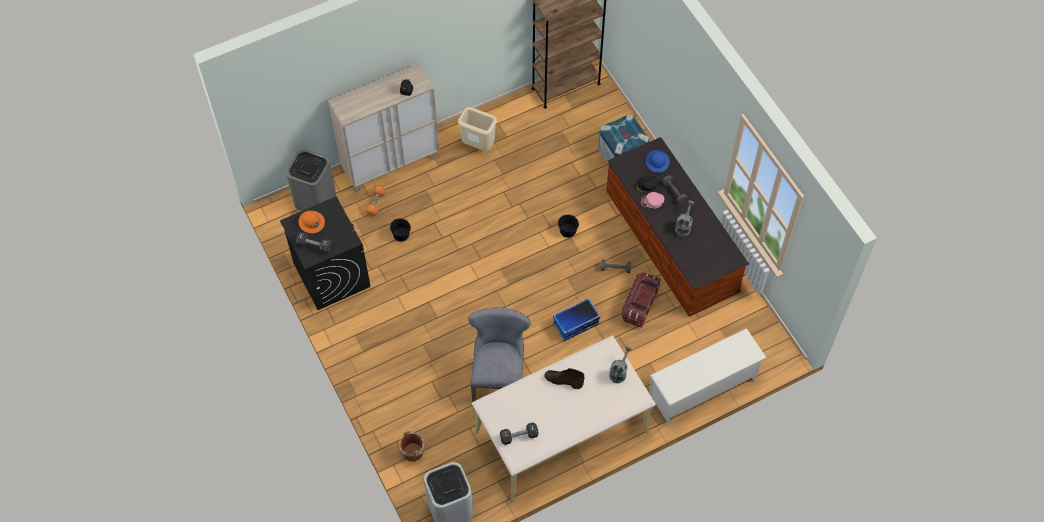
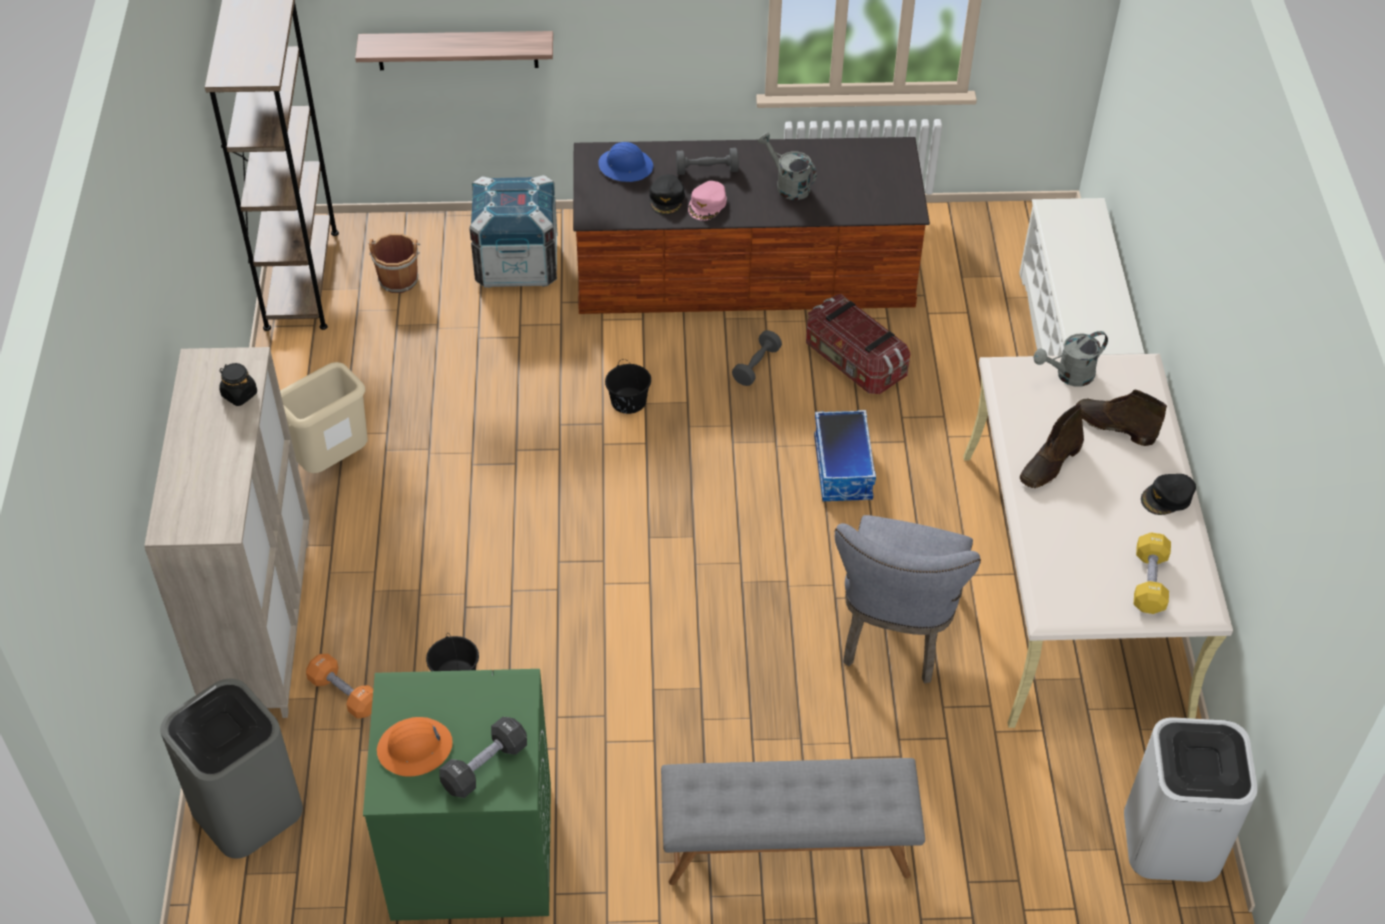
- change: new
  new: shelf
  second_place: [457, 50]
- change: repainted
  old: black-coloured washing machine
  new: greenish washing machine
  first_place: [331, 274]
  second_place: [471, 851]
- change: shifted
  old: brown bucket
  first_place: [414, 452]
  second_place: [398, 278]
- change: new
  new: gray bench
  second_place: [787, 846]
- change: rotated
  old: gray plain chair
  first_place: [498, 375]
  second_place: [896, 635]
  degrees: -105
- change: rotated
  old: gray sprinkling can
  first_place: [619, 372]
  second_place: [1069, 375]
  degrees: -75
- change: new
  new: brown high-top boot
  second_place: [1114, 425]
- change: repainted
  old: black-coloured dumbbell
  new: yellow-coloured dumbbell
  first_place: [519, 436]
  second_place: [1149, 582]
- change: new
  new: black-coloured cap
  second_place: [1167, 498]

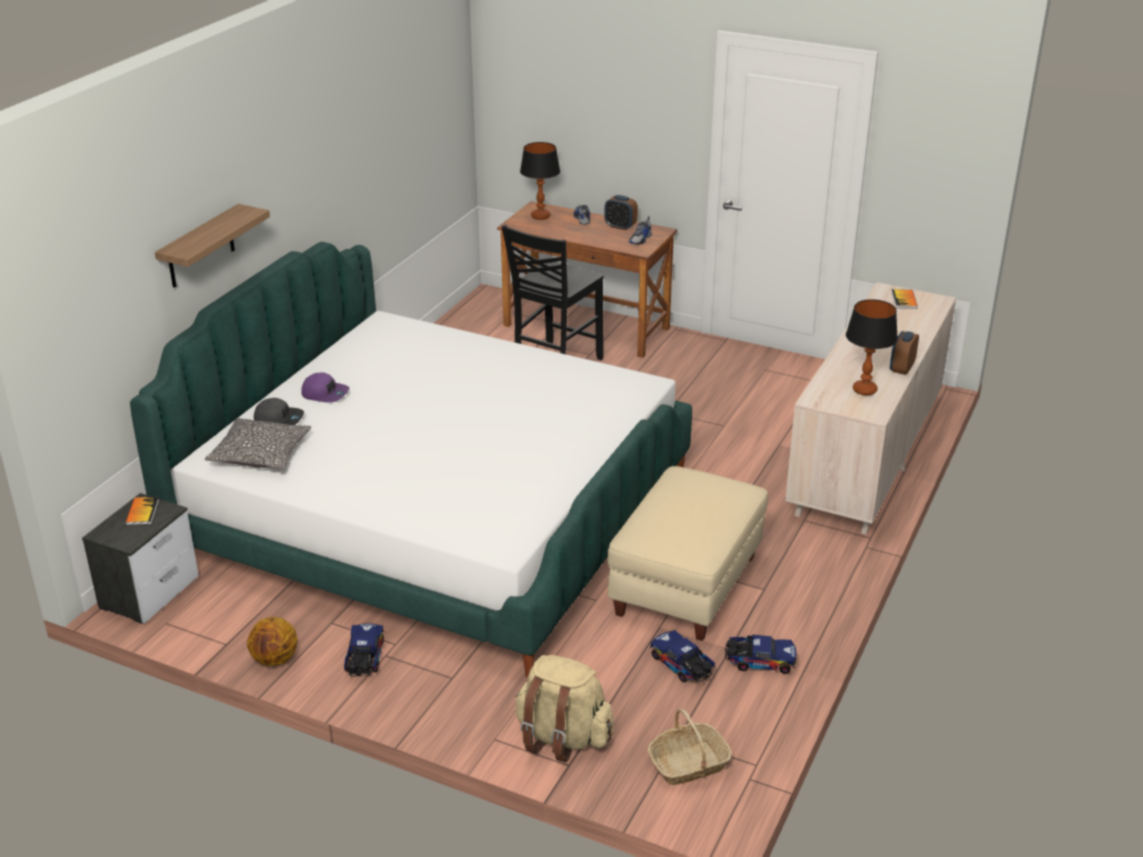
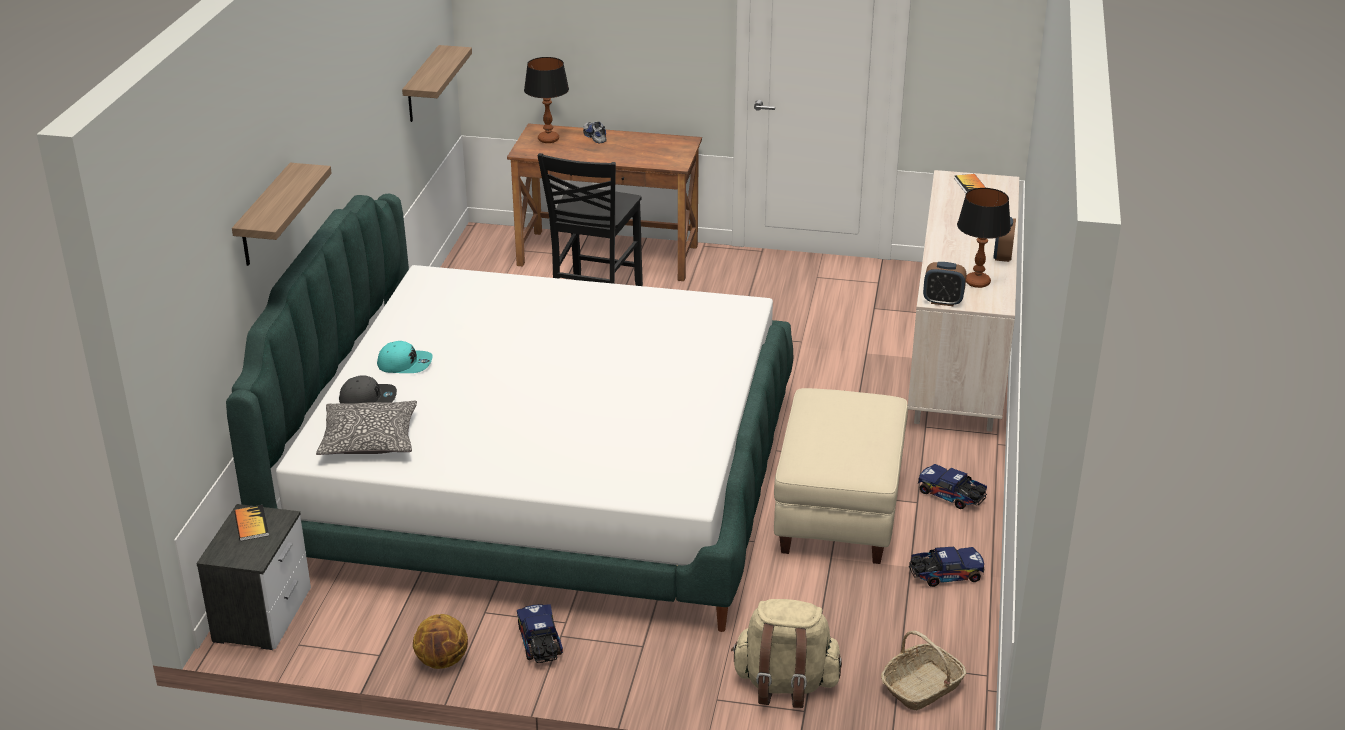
- change: repainted
  old: purplish cap
  new: turquoise cap
  first_place: [325, 394]
  second_place: [405, 364]
- change: new
  new: shelf
  second_place: [422, 85]
- change: shifted
  old: toy truck
  first_place: [682, 666]
  second_place: [952, 496]
- change: shifted
  old: alarm clock
  first_place: [620, 226]
  second_place: [943, 301]
- change: gone
  old: shoe
  first_place: [640, 239]

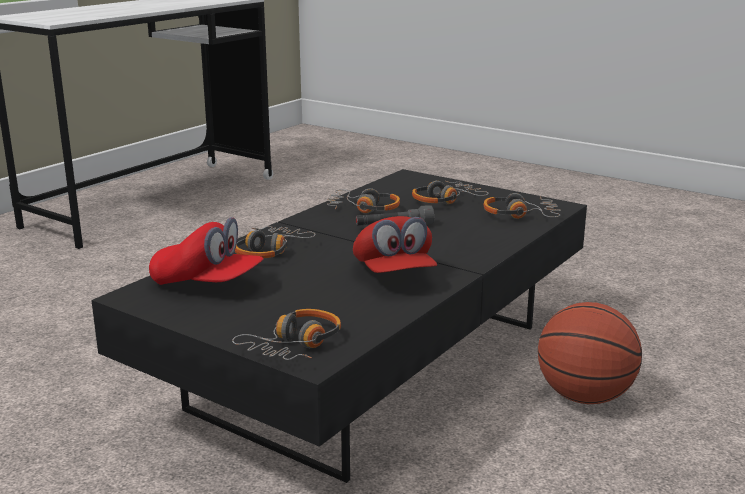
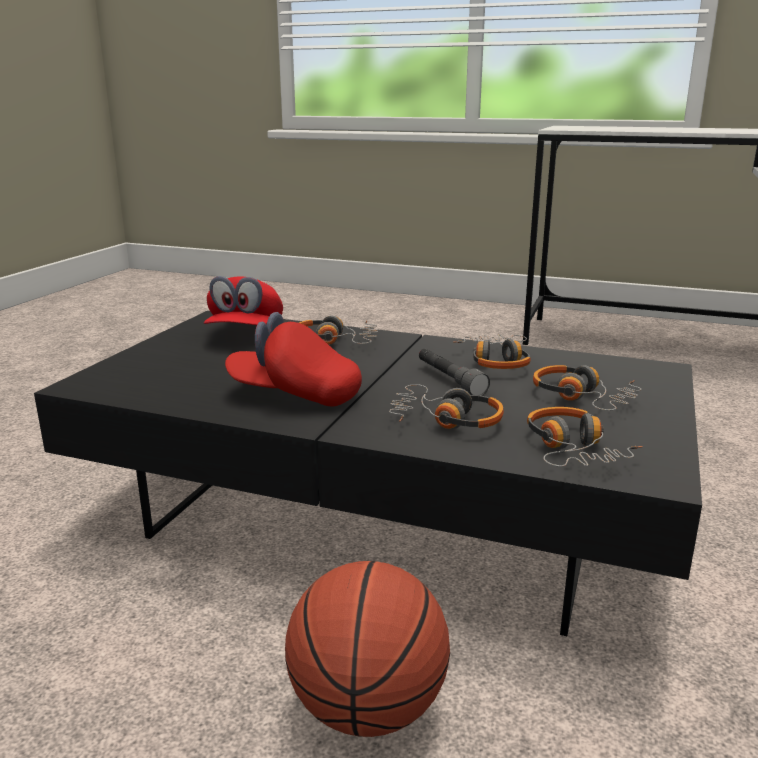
- change: rotated
  old: reddish cap
  first_place: [394, 274]
  second_place: [295, 394]
  degrees: 45
- change: shifted
  old: pair of headphones
  first_place: [295, 346]
  second_place: [445, 420]

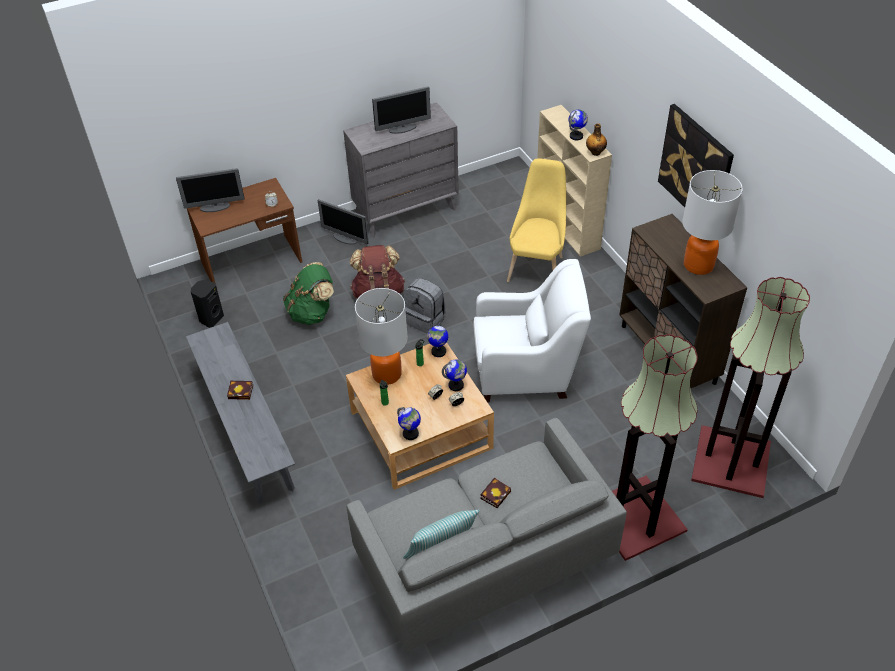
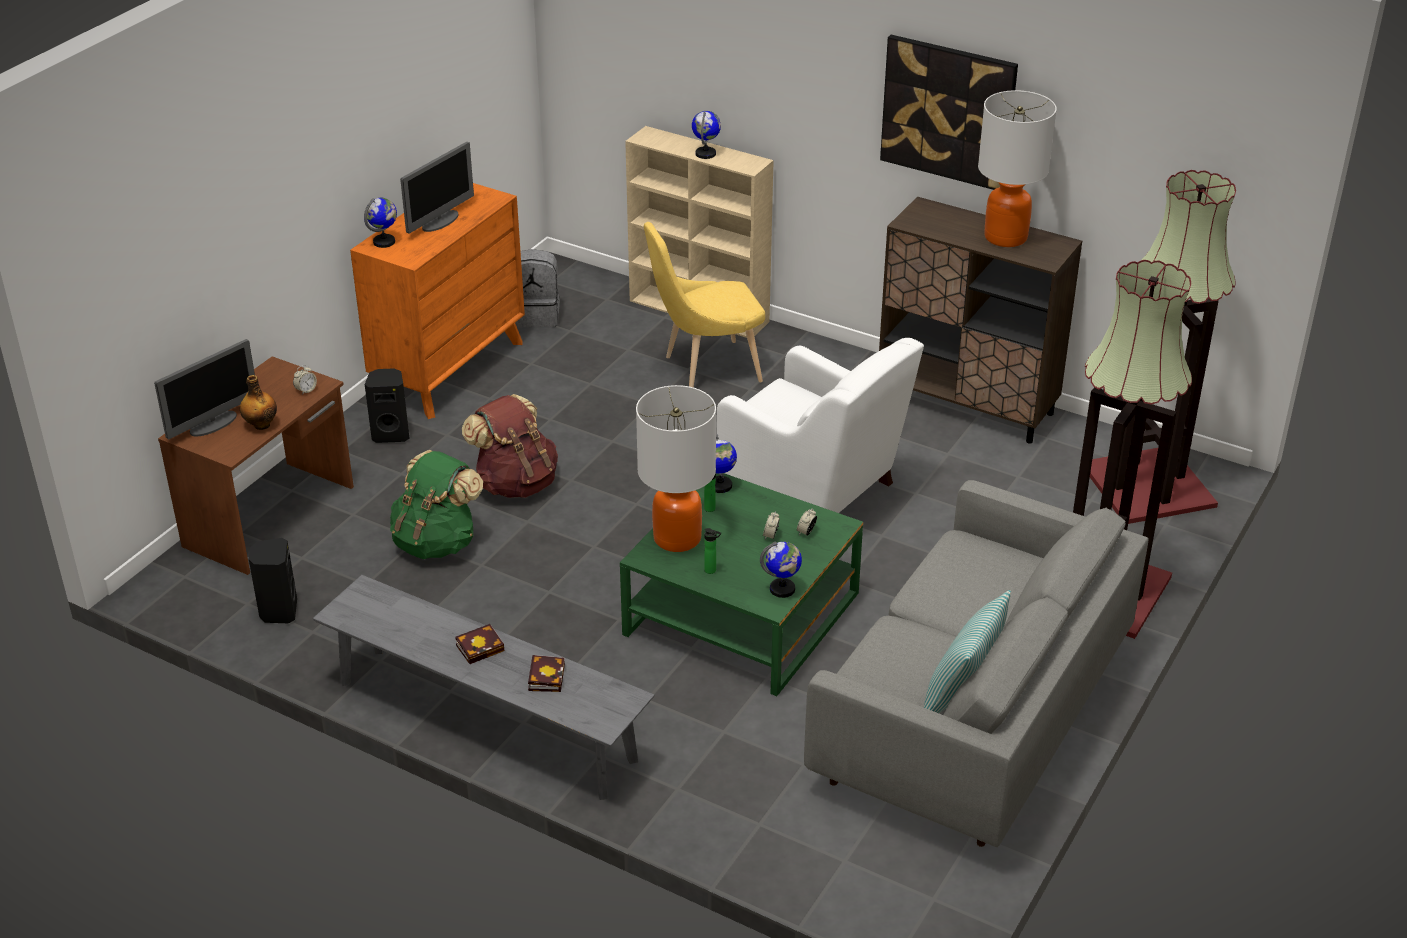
- change: shifted
  old: drink bottle
  first_place: [595, 152]
  second_place: [261, 424]
- change: repainted
  old: gray drawer chest
  new: orange drawer chest
  first_place: [406, 210]
  second_place: [449, 369]
- change: shifted
  old: desk globe
  first_place: [456, 385]
  second_place: [384, 242]
- change: swapped
  old: computer display
  new: black-coloured loudspeaker
  first_place: [345, 238]
  second_place: [391, 434]
- change: shifted
  old: gray rucksack
  first_place: [426, 320]
  second_place: [536, 315]
- change: shifted
  old: book
  first_place: [495, 493]
  second_place: [546, 676]
- change: repainted
  old: beige low table
  new: greenish low table
  first_place: [420, 429]
  second_place: [742, 614]
- change: rotated
  old: yellow-coloured plain chair
  first_place: [537, 266]
  second_place: [705, 370]
  degrees: -90
- change: rotated
  old: white-coloured armchair
  first_place: [526, 370]
  second_place: [812, 491]
  degrees: 75

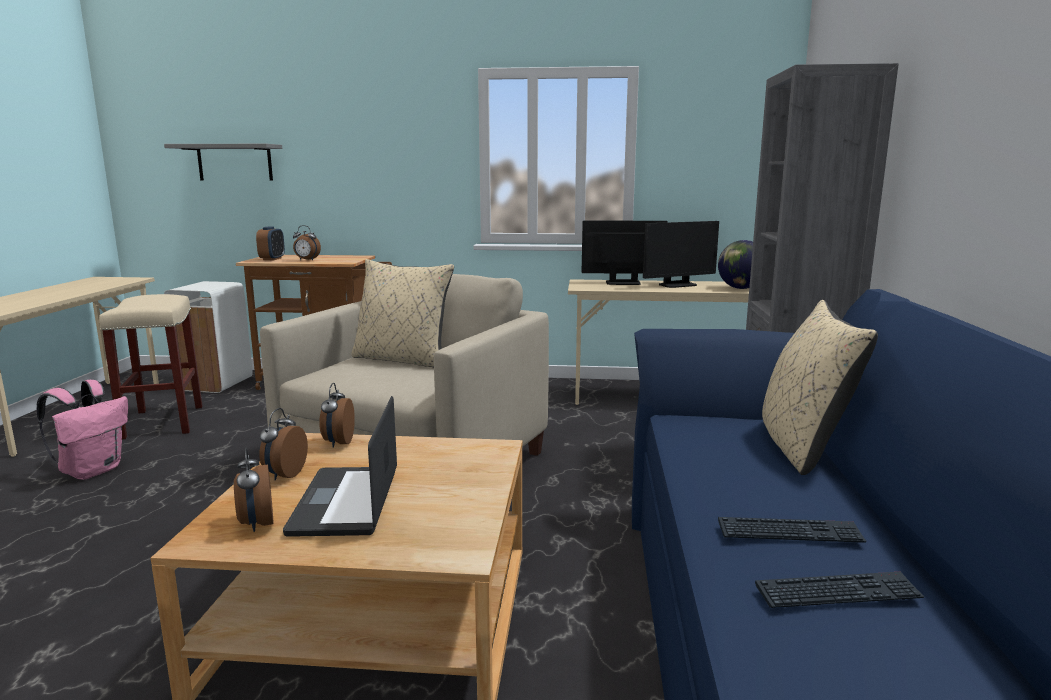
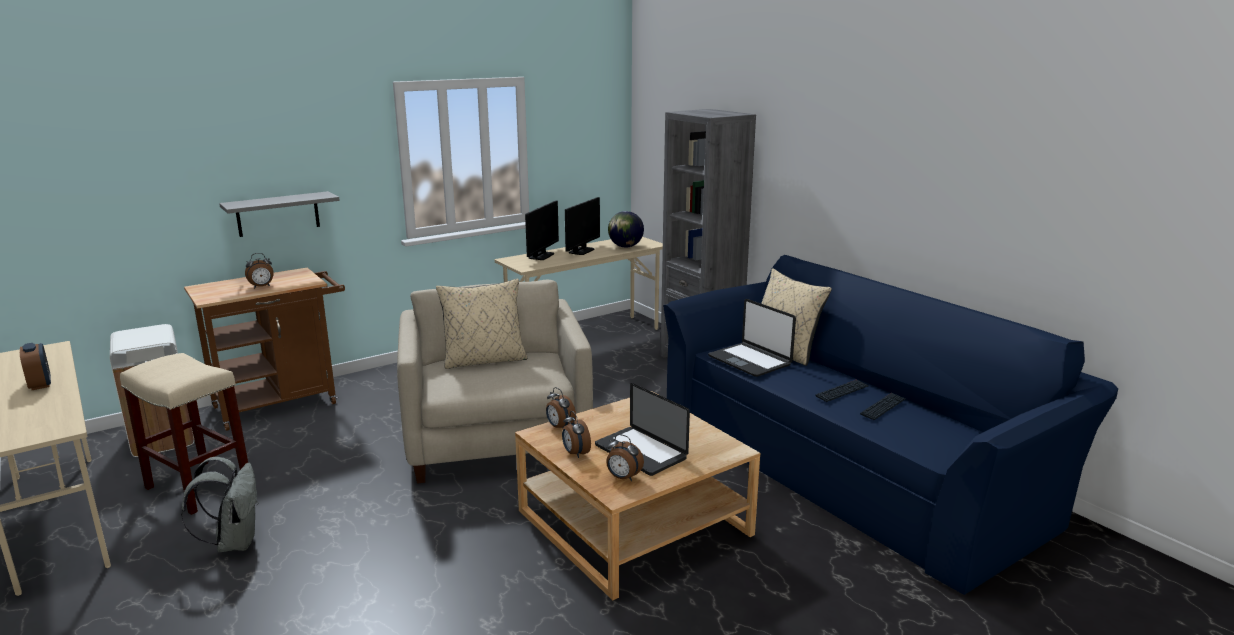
- change: shifted
  old: alarm clock
  first_place: [272, 259]
  second_place: [40, 384]
- change: repainted
  old: pink rucksack
  new: gray rucksack
  first_place: [92, 471]
  second_place: [234, 542]
- change: shifted
  old: gray shelf
  first_place: [235, 162]
  second_place: [278, 214]
- change: rotated
  old: computer display
  first_place: [623, 283]
  second_place: [541, 256]
  degrees: 150
- change: new
  new: laptop
  second_place: [750, 360]

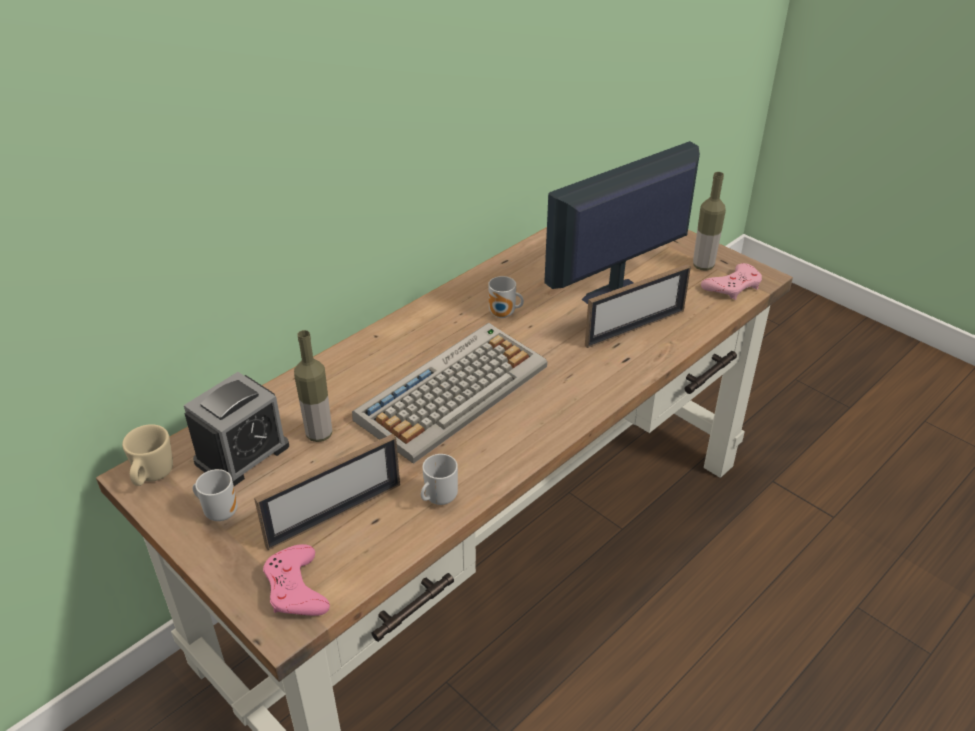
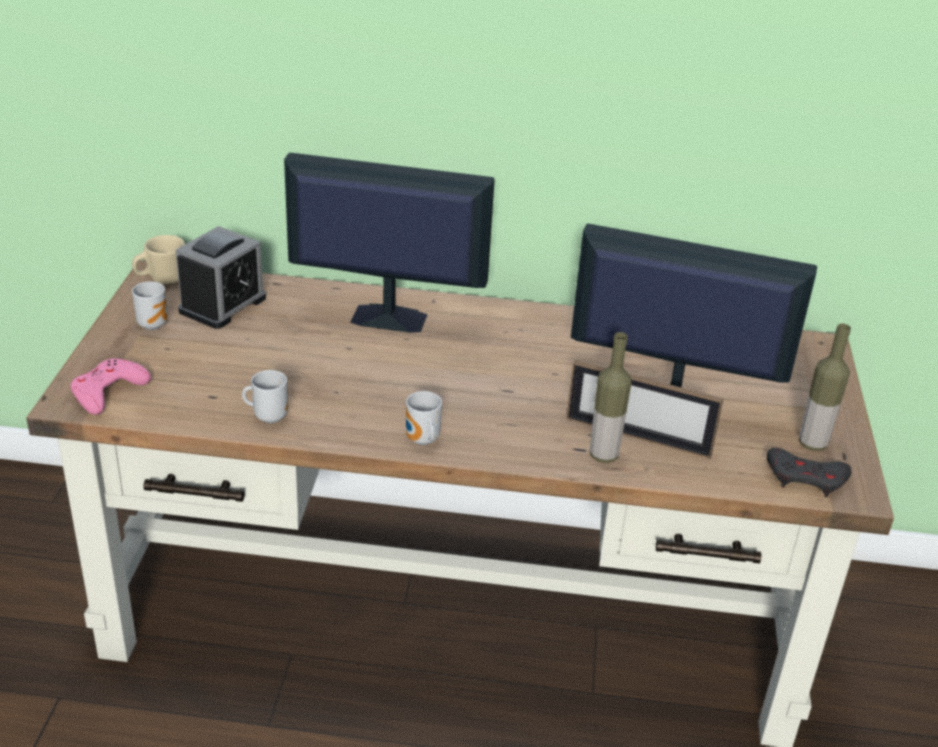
- change: rotated
  old: alarm clock
  first_place: [242, 454]
  second_place: [223, 305]
  degrees: -60
- change: new
  new: computer display
  second_place: [386, 318]
- change: shifted
  old: tea mug
  first_place: [503, 315]
  second_place: [422, 441]
- change: shifted
  old: drink bottle
  first_place: [319, 434]
  second_place: [603, 455]
- change: repainted
  old: pink game controller
  new: gray game controller
  first_place: [733, 286]
  second_place: [806, 478]
- change: gone
  old: photo frame
  first_place: [334, 514]
- change: gone
  old: keyboard
  first_place: [453, 391]

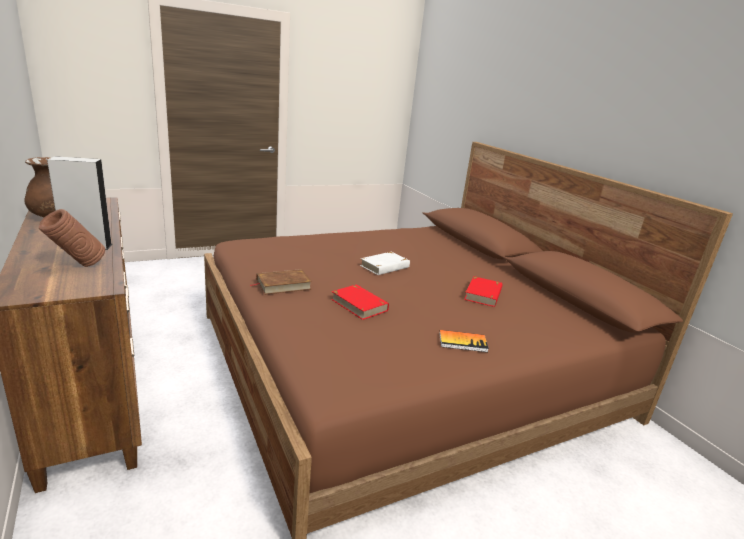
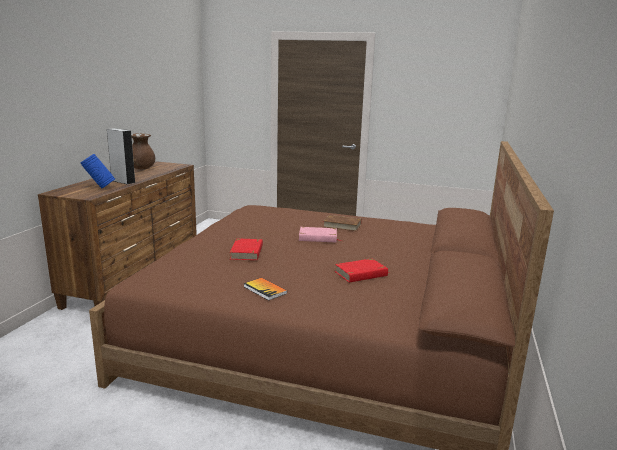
- change: repainted
  old: brown decorative vase
  new: blue-coloured decorative vase
  first_place: [77, 266]
  second_place: [99, 188]
- change: repainted
  old: white-coloured book
  new: pink book
  first_place: [385, 266]
  second_place: [318, 238]
- change: shifted
  old: brown book
  first_place: [283, 285]
  second_place: [342, 225]

